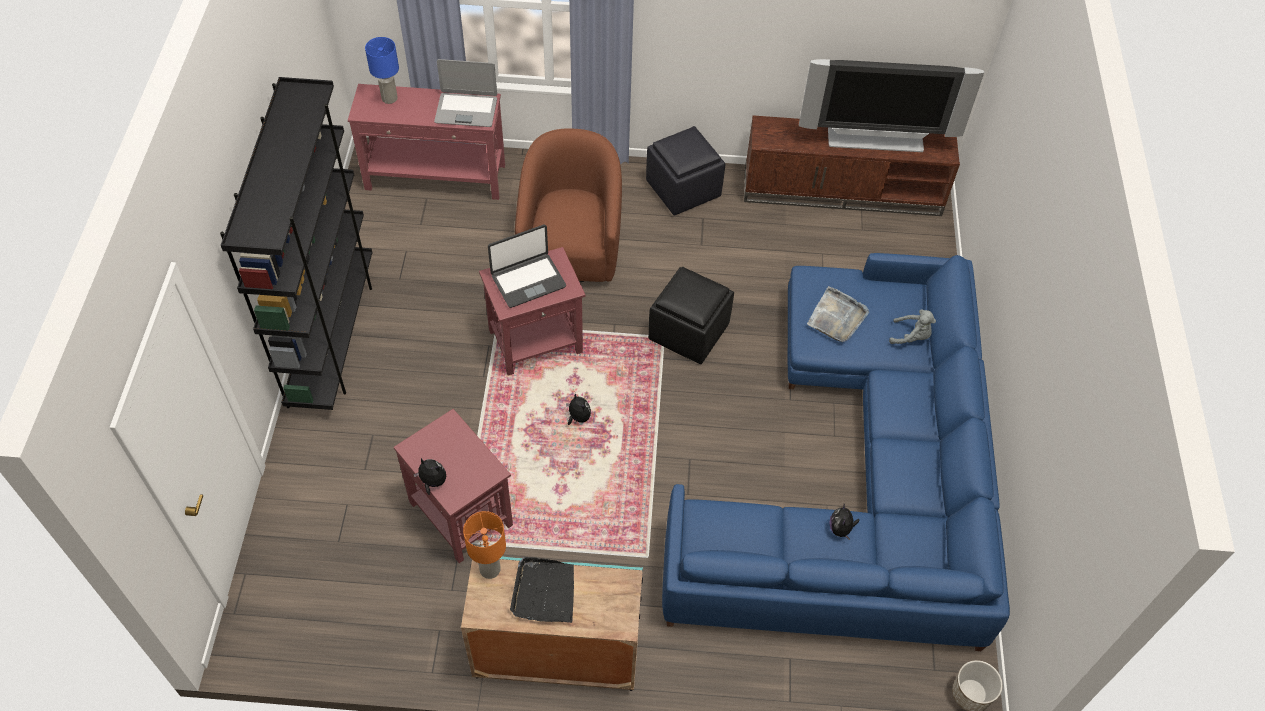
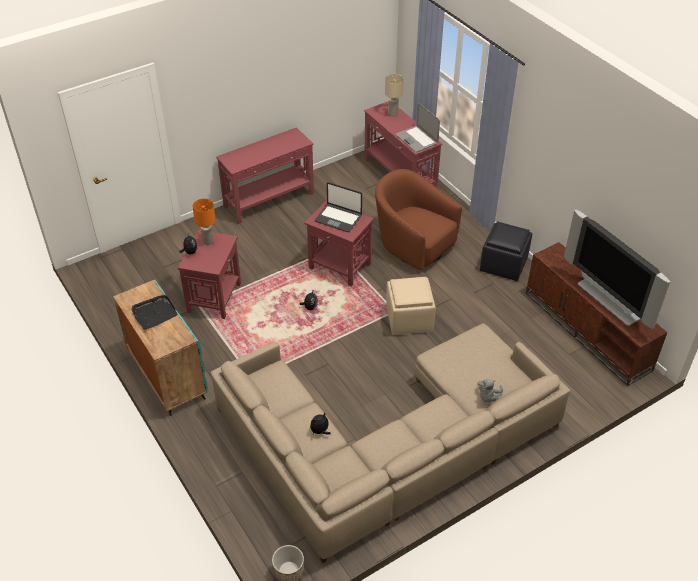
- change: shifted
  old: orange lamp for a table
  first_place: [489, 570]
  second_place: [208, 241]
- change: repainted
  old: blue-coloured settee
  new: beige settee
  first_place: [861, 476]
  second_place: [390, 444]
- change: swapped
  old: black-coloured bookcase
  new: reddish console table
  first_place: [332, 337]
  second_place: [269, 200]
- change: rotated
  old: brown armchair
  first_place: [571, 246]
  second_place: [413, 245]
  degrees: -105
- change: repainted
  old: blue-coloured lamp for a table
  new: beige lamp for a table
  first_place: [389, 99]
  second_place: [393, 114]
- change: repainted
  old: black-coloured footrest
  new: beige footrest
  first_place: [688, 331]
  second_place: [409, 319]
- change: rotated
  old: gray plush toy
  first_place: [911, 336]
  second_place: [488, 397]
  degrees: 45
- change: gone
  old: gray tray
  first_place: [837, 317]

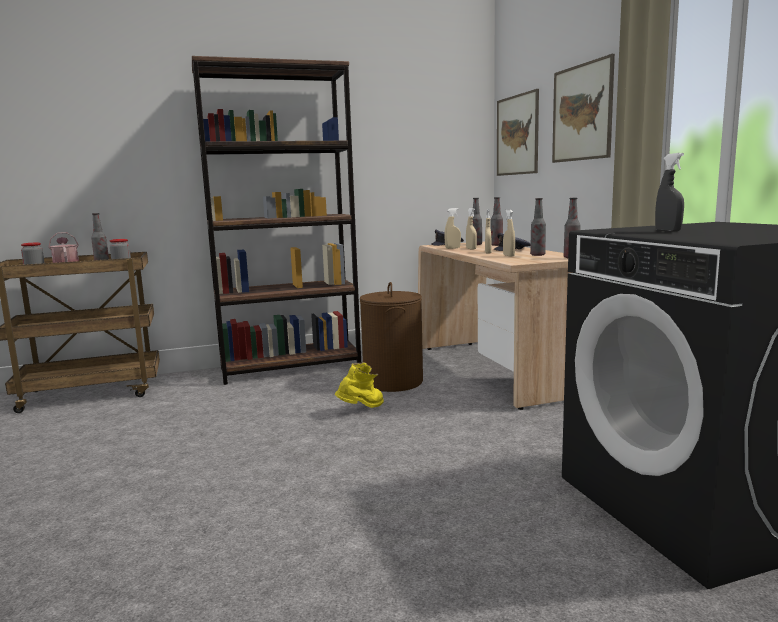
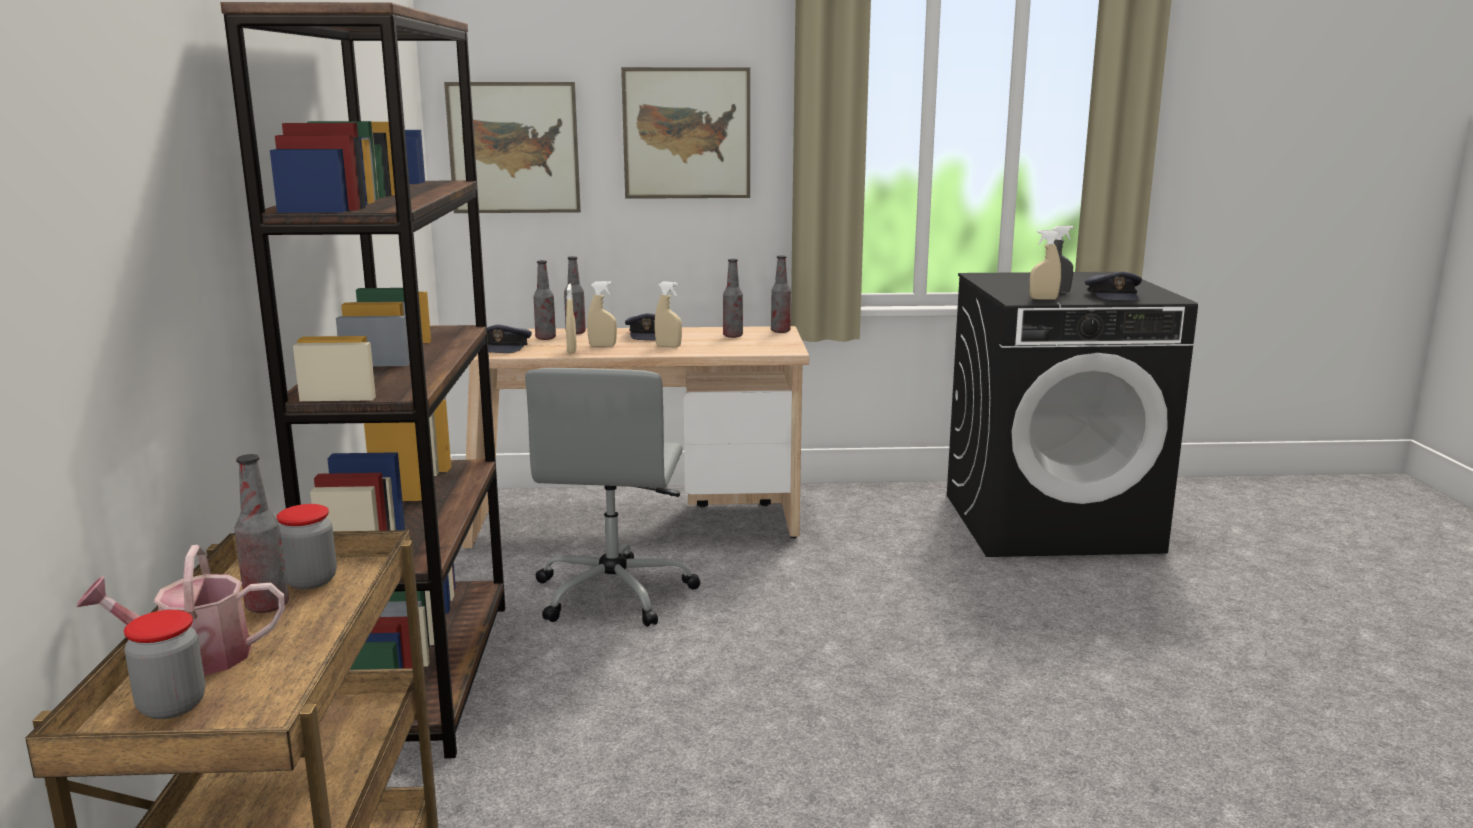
- change: swapped
  old: brown laundry basket
  new: gray desk chair
  first_place: [393, 382]
  second_place: [614, 593]
- change: shifted
  old: beige spray bottle
  first_place: [508, 255]
  second_place: [1043, 299]
- change: new
  new: gray cap
  second_place: [1113, 296]
- change: gone
  old: yellow-coloured high-top boot
  first_place: [362, 409]

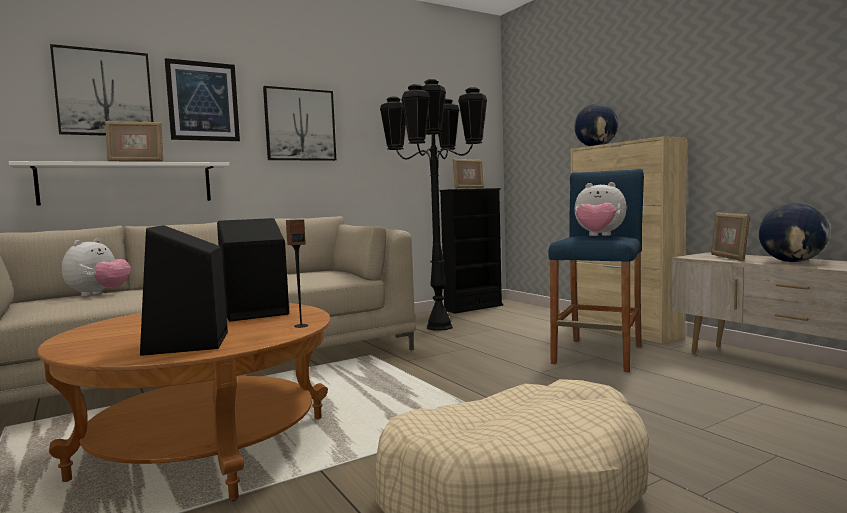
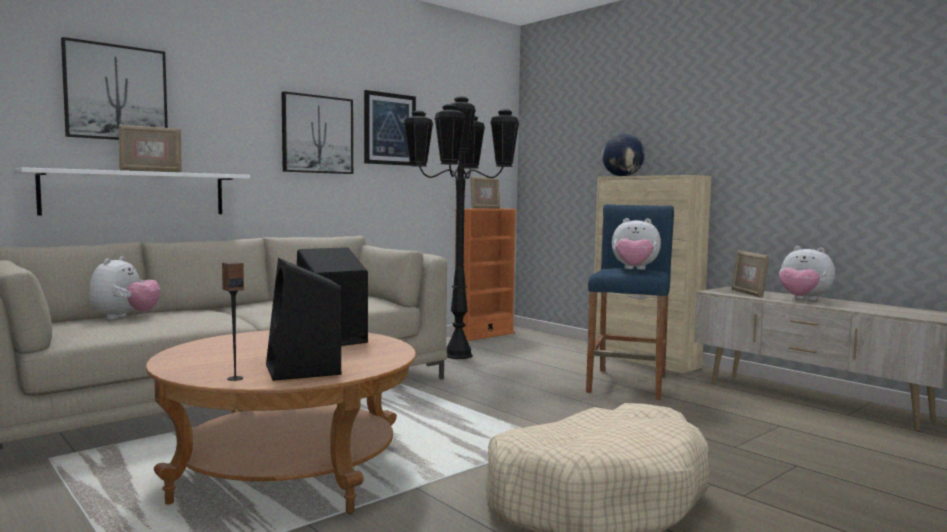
- change: shifted
  old: loudspeaker
  first_place: [301, 326]
  second_place: [235, 378]
- change: shifted
  old: wall picture
  first_place: [203, 101]
  second_place: [389, 129]
- change: repainted
  old: black-coloured bookcase
  new: orange bookcase
  first_place: [473, 308]
  second_place: [484, 335]
- change: swapped
  old: desk globe
  new: plush toy
  first_place: [792, 262]
  second_place: [803, 300]

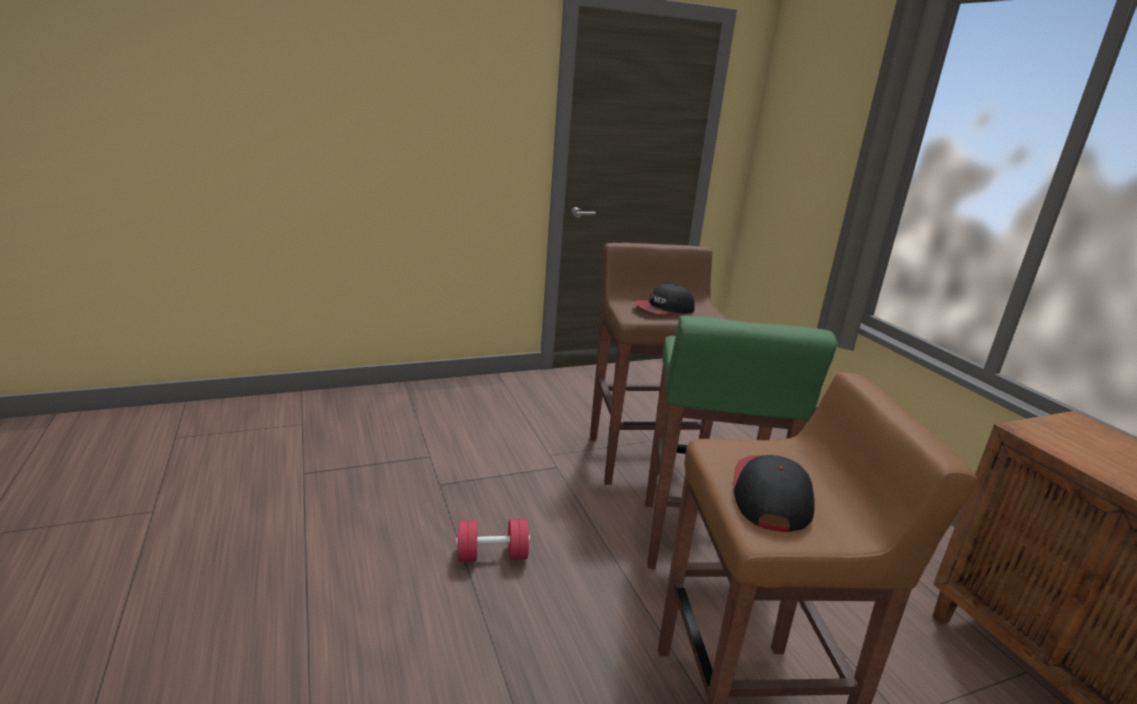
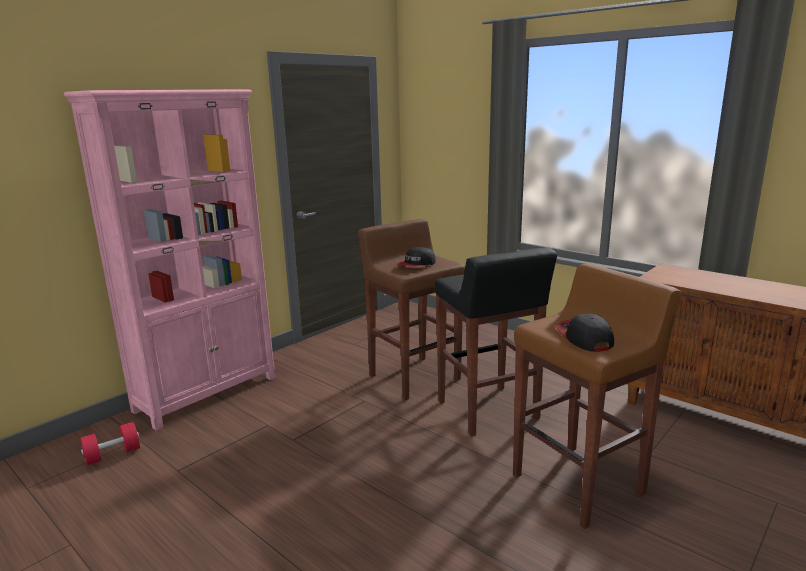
- change: new
  new: pink bookcase
  second_place: [208, 393]
- change: shifted
  old: reddish dumbbell
  first_place: [492, 555]
  second_place: [113, 454]
- change: repainted
  old: greenish sitting stool
  new: black-coloured sitting stool
  first_place: [701, 542]
  second_place: [488, 411]

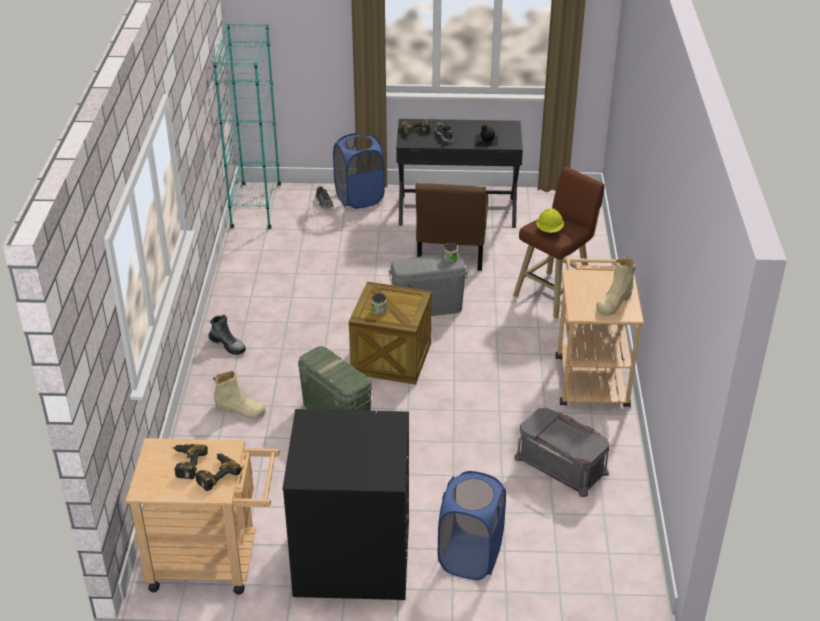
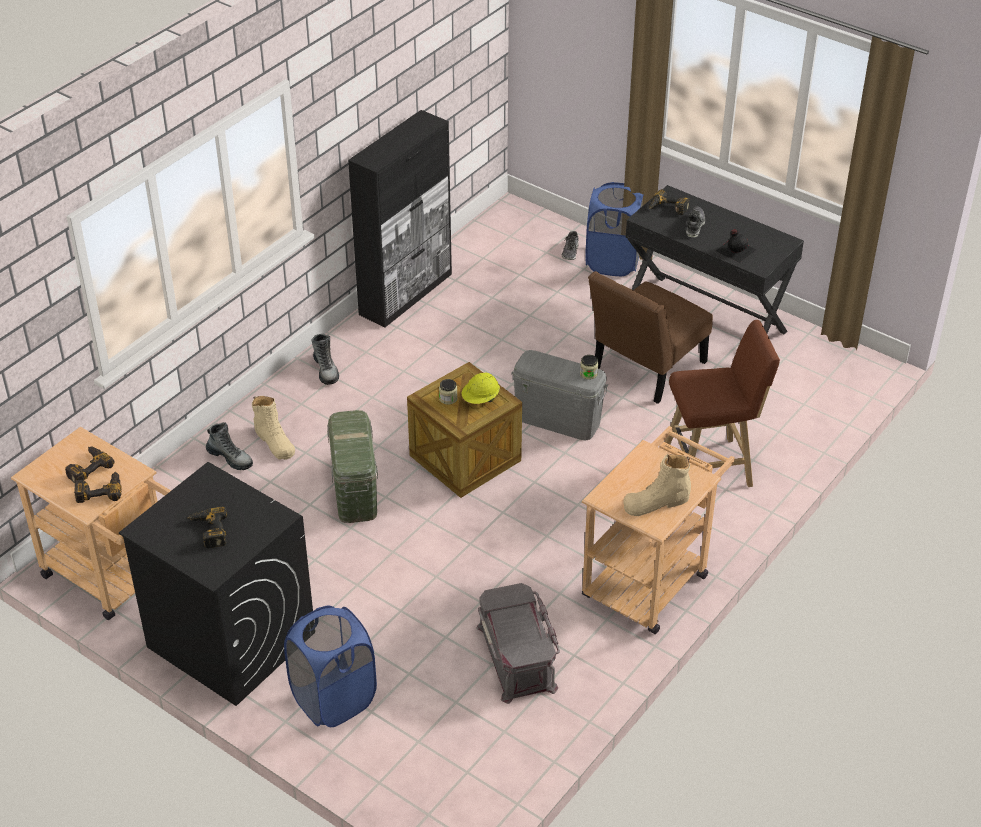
- change: new
  new: drill
  second_place: [208, 531]
- change: new
  new: high-top boot
  second_place: [230, 458]
- change: new
  new: black-coloured storage cabinet
  second_place: [406, 294]
- change: shifted
  old: yellow-coloured hard hat
  first_place: [549, 230]
  second_place: [480, 399]
- change: gone
  old: turquoise bookcase
  first_place: [256, 206]

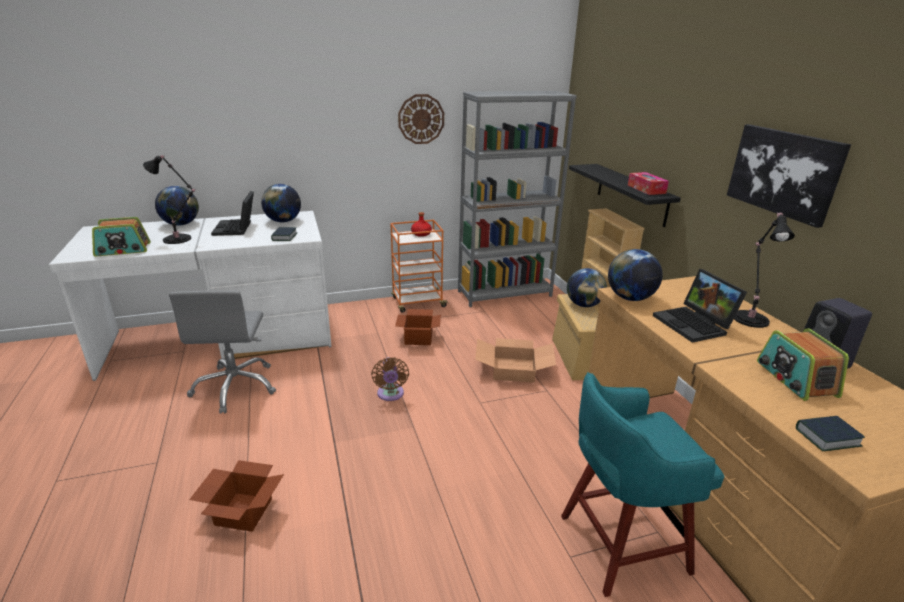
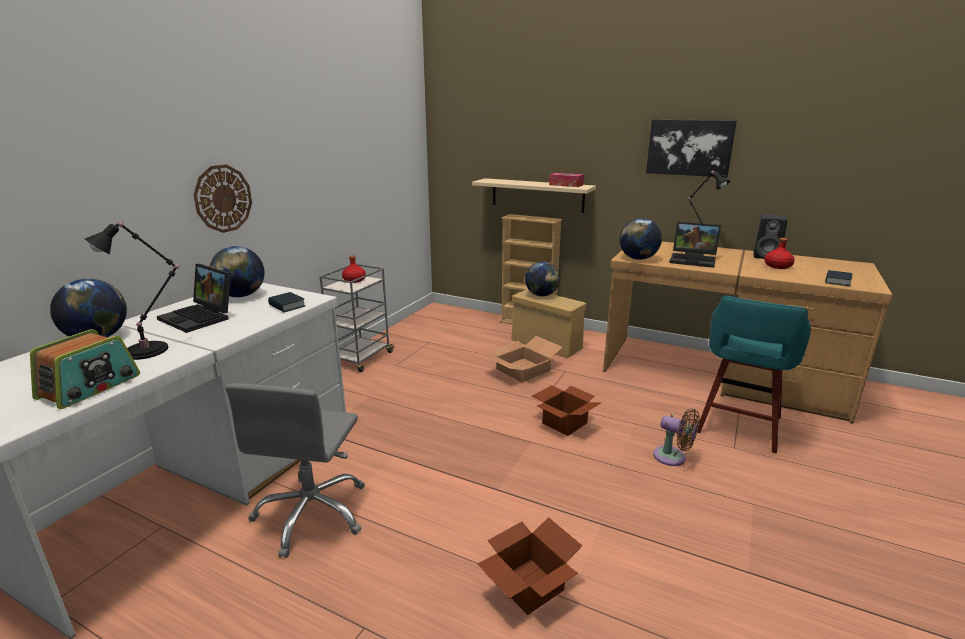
- change: shifted
  old: wall clock
  first_place: [421, 119]
  second_place: [223, 198]
- change: rotated
  old: gray desk chair
  first_place: [235, 387]
  second_place: [312, 513]
  degrees: 60
- change: repainted
  old: orange wheeled cart
  new: gray wheeled cart
  first_place: [417, 302]
  second_place: [361, 359]
- change: repainted
  old: black-coloured shelf
  new: beige shelf
  first_place: [631, 194]
  second_place: [537, 195]
- change: shifted
  old: carton
  first_place: [419, 337]
  second_place: [564, 422]
- change: shifted
  old: brown cooling fan
  first_place: [390, 394]
  second_place: [673, 457]
- change: swapped
  old: radio set
  new: reddish drink bottle
  first_place: [795, 379]
  second_place: [778, 266]
- change: gone
  old: gray bookcase
  first_place: [505, 293]

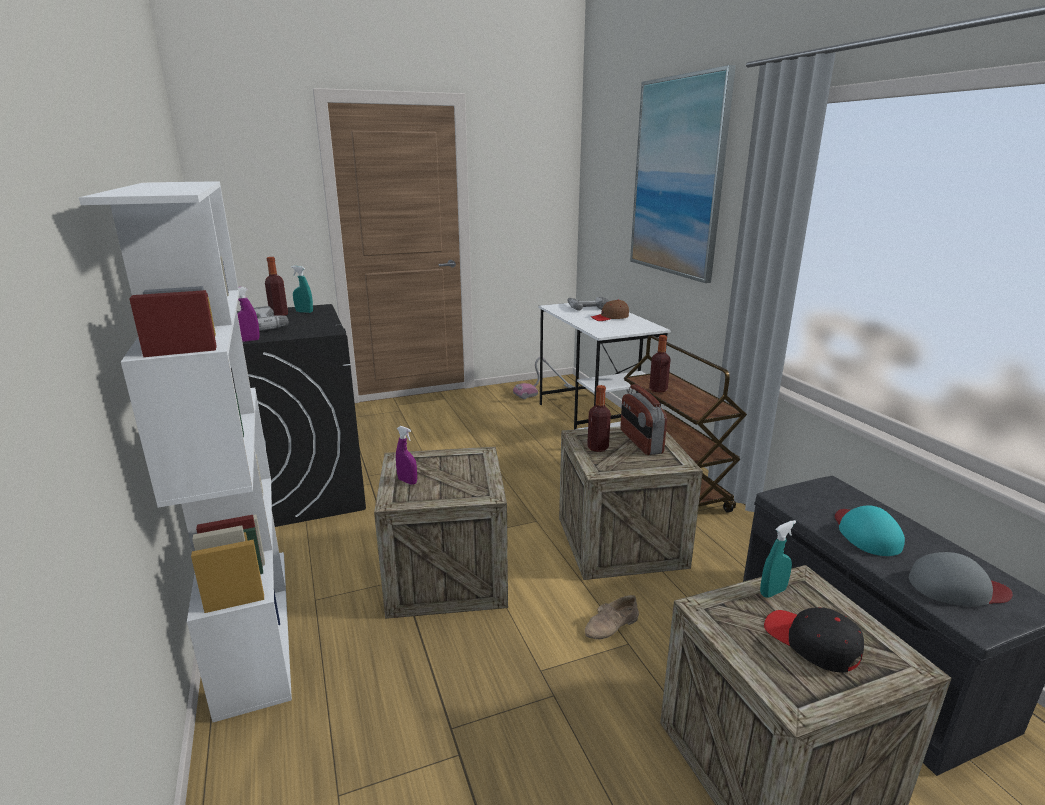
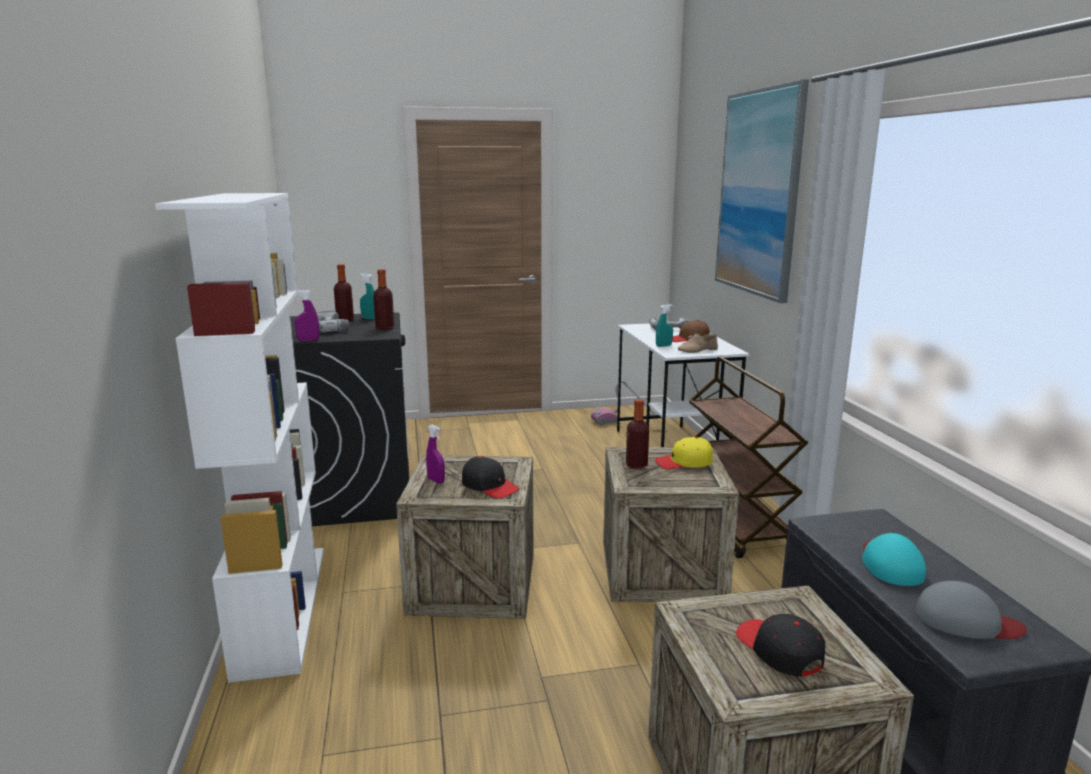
- change: shifted
  old: drink bottle
  first_place: [658, 390]
  second_place: [385, 328]
- change: new
  new: black-coloured cap
  second_place: [489, 486]
- change: swapped
  old: radio set
  new: yellow-coloured cap
  first_place: [640, 442]
  second_place: [684, 462]
- change: shifted
  old: turquoise spray bottle
  first_place: [773, 592]
  second_place: [663, 346]
- change: shifted
  old: beige shoe
  first_place: [612, 626]
  second_place: [698, 350]

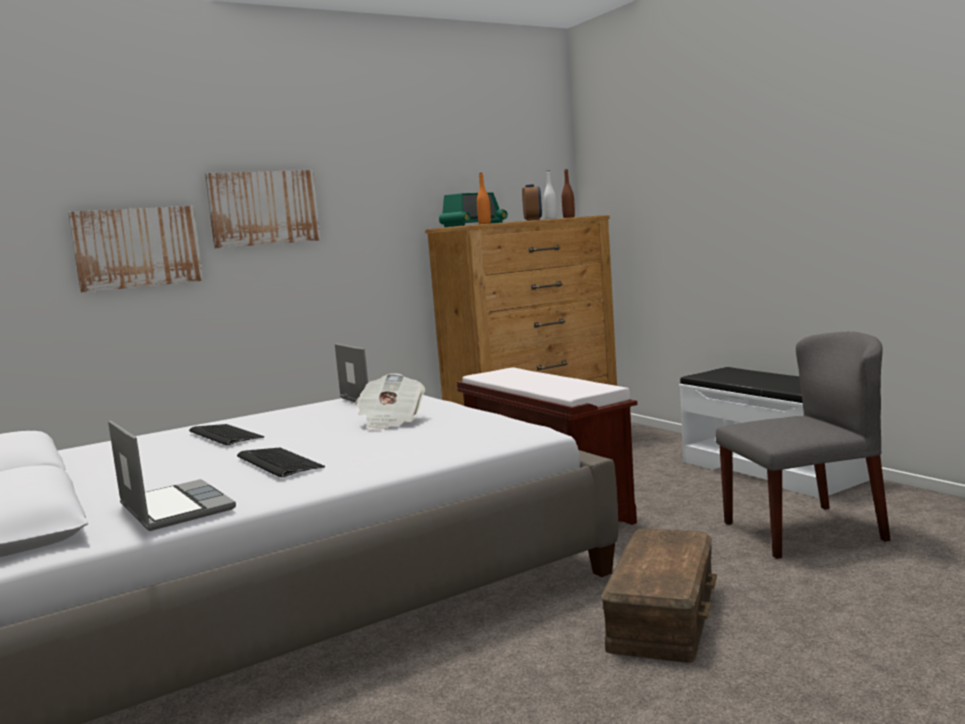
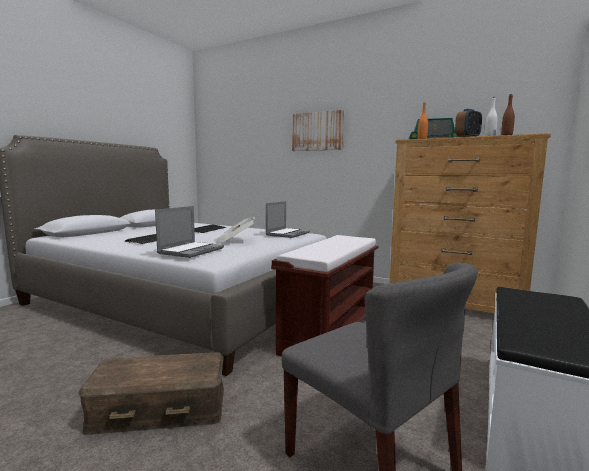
- change: shifted
  old: laptop
  first_place: [173, 508]
  second_place: [191, 251]
- change: gone
  old: wall picture
  first_place: [138, 248]

